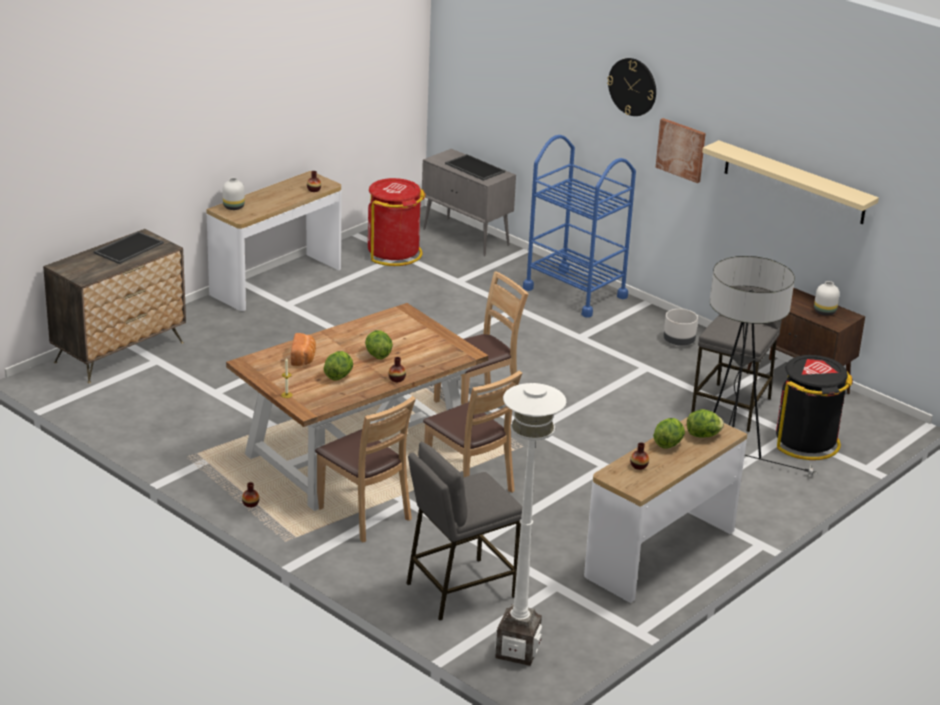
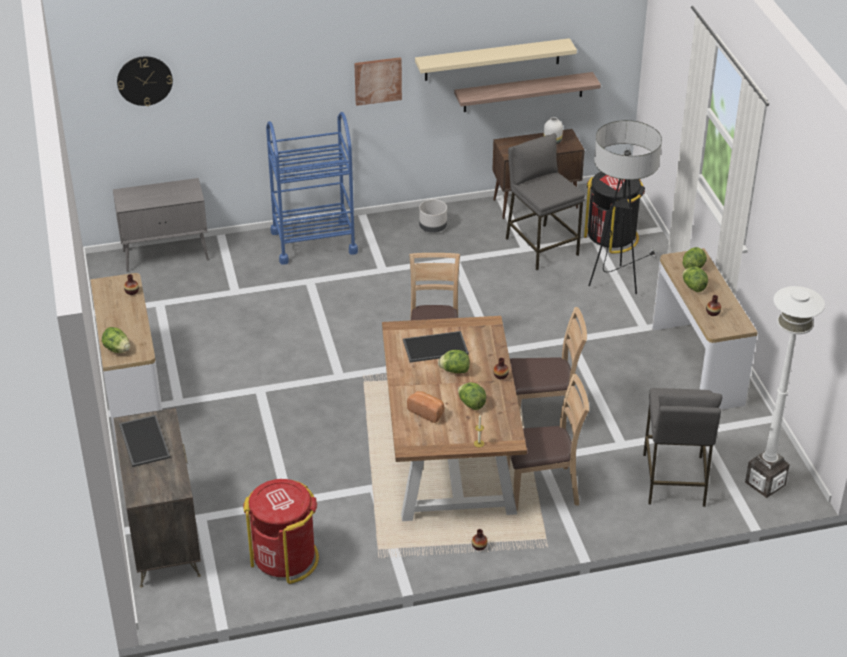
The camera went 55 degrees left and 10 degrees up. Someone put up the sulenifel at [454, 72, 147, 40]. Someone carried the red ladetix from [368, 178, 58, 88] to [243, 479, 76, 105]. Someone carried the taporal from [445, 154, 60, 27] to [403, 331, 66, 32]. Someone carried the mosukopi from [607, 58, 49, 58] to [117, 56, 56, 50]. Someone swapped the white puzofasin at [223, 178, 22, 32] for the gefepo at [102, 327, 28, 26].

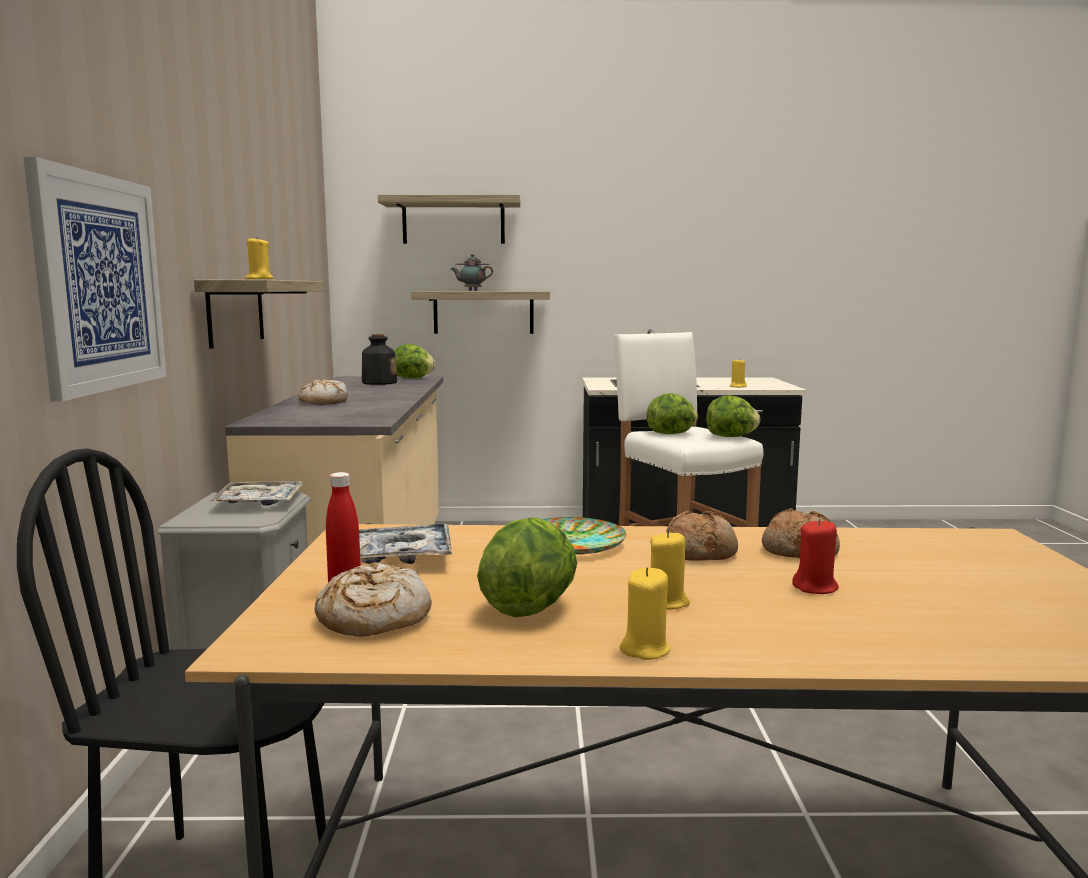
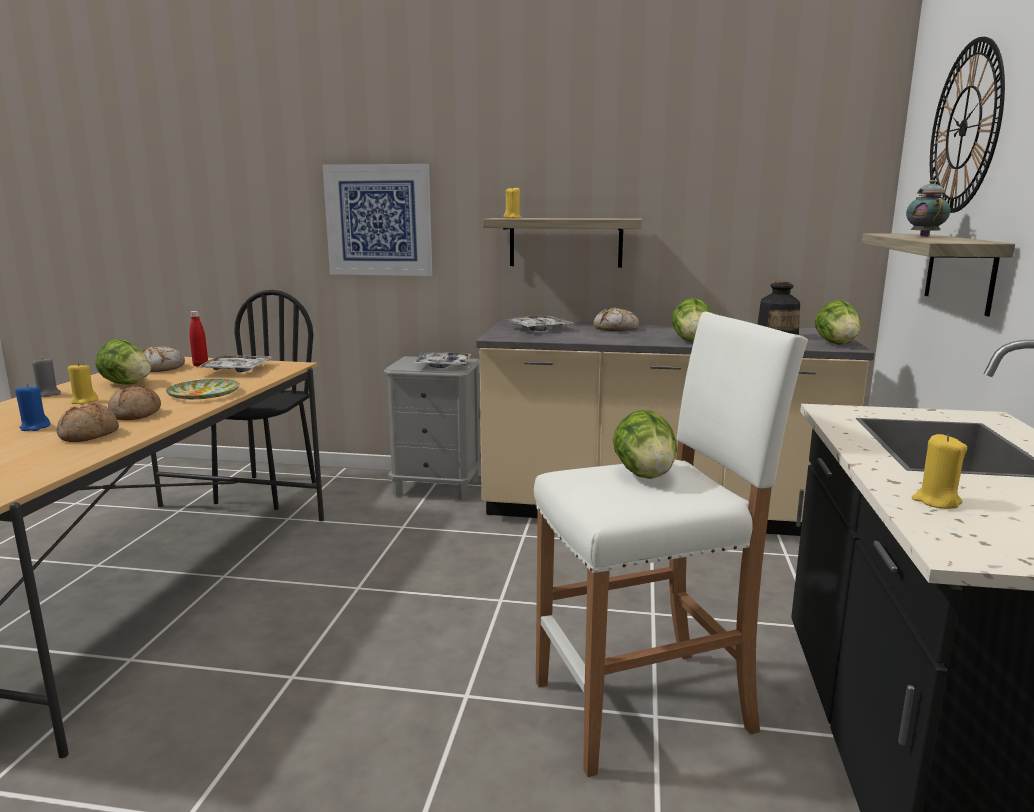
The camera went 100 degrees right and 5 degrees up. Someone put down the taporal at [503, 315, 71, 16]. Someone carried the gefepo from [706, 395, 54, 42] to [672, 298, 40, 44]. Someone swapped the sulenifel at [378, 195, 142, 49] for the mosukopi at [930, 37, 75, 176]. Someone repainted the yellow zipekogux at [620, 567, 51, 93], which became the grey zipekogux at [32, 357, 29, 40]. Someone repainted the red zipekogux at [792, 519, 47, 75], which became the blue zipekogux at [15, 384, 36, 47].

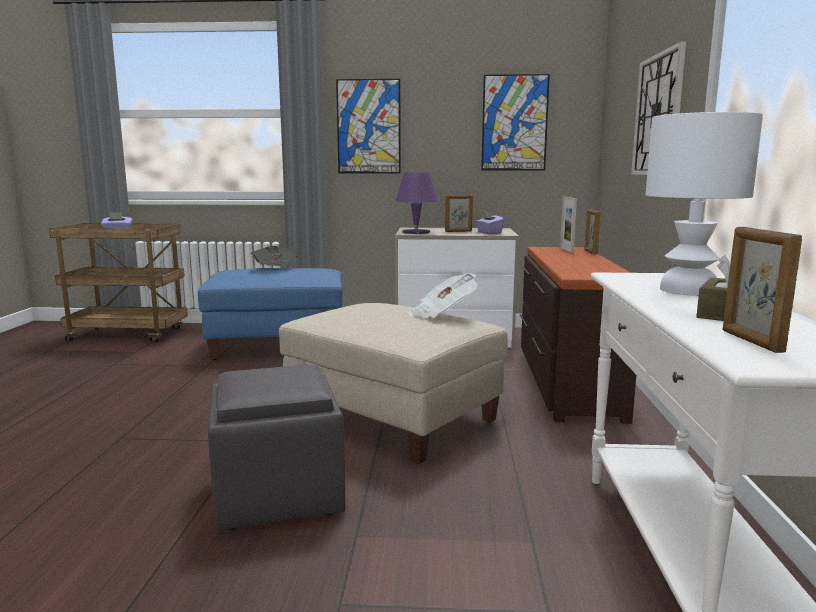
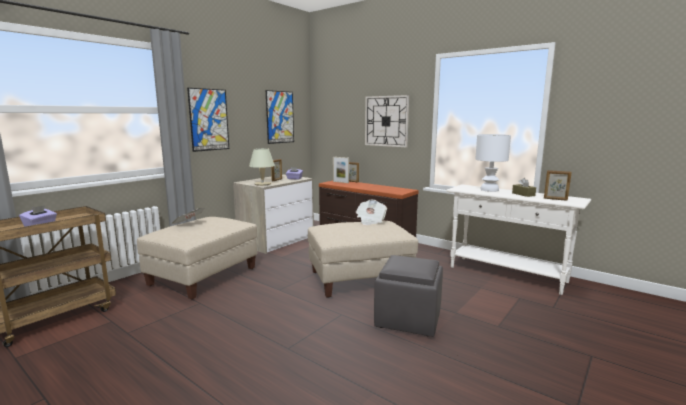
The camera went 55 degrees left and 0 degrees up. Someone repainted the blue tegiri at [198, 268, 145, 92], which became the beige tegiri at [137, 217, 120, 82]. Someone repainted the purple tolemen at [395, 172, 43, 62], which became the beige tolemen at [249, 148, 26, 38].

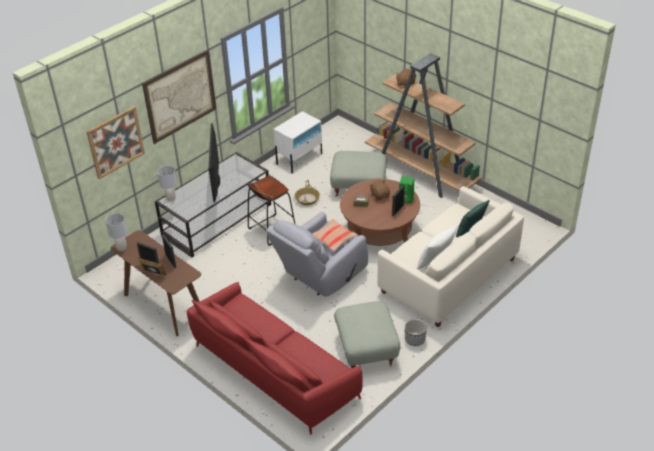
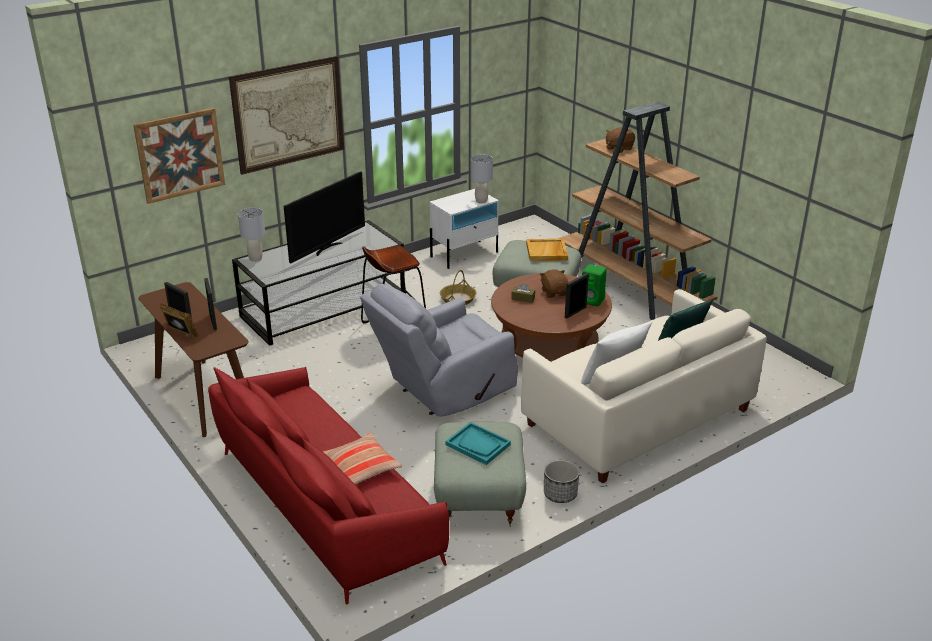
The camera went 10 degrees right and 10 degrees down. Someone put down the turquoise taporal at [445, 422, 66, 43]. Someone put down the beige taporal at [526, 239, 42, 22]. Someone carried the grey tolemen from [105, 213, 22, 38] to [471, 155, 22, 48]. Someone carried the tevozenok from [312, 219, 46, 32] to [323, 433, 79, 52]. Someone rotated the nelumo at [209, 123, 11, 79] by 150 degrees counterclockwise.

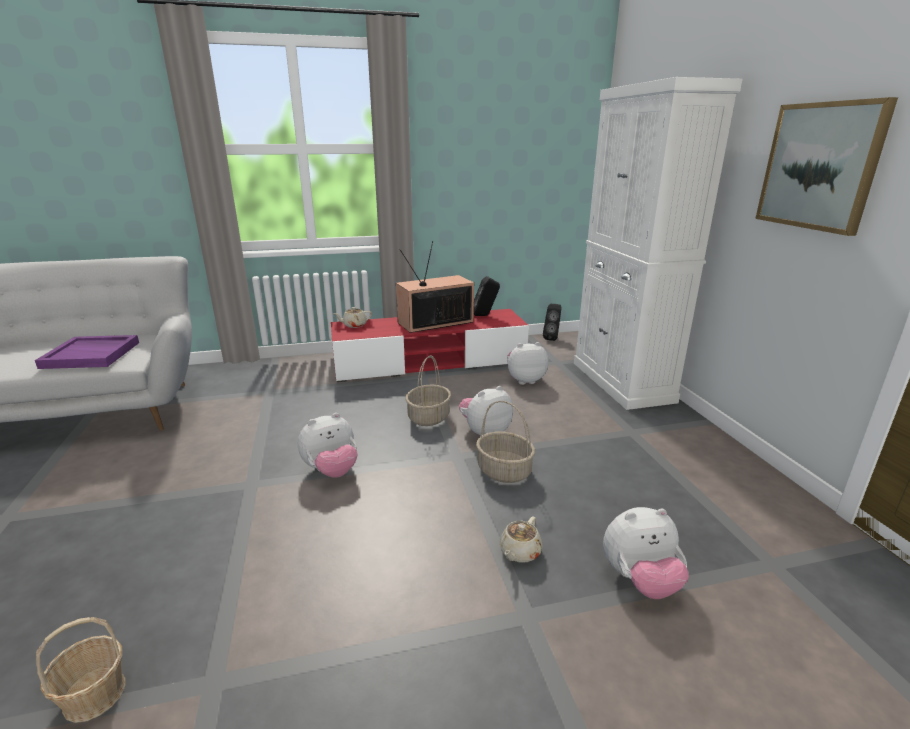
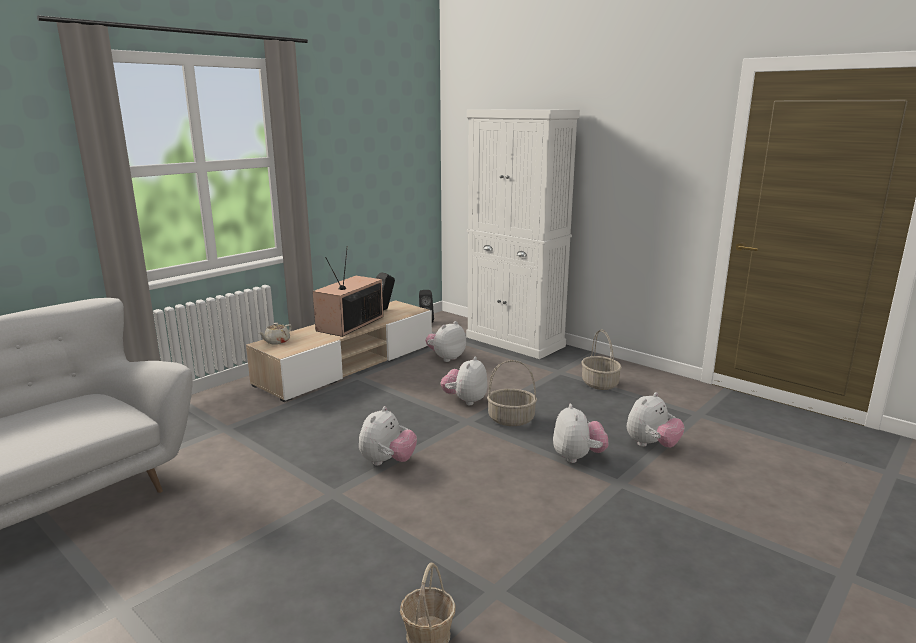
The camera went 35 degrees left and 5 degrees down. Someone took away the purple taporal at [35, 335, 104, 34]. Someone took away the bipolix at [755, 97, 143, 139]. Someone carried the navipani from [406, 356, 45, 70] to [582, 329, 40, 61]. Someone swapped the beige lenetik at [500, 517, 43, 46] for the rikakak at [553, 404, 56, 59]. Someone repainted the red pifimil at [331, 309, 198, 73], which became the beige pifimil at [246, 300, 186, 102].

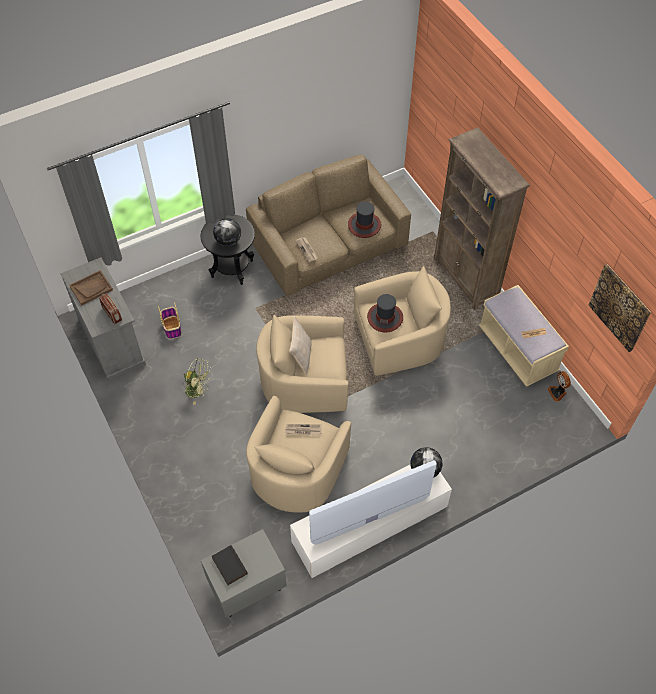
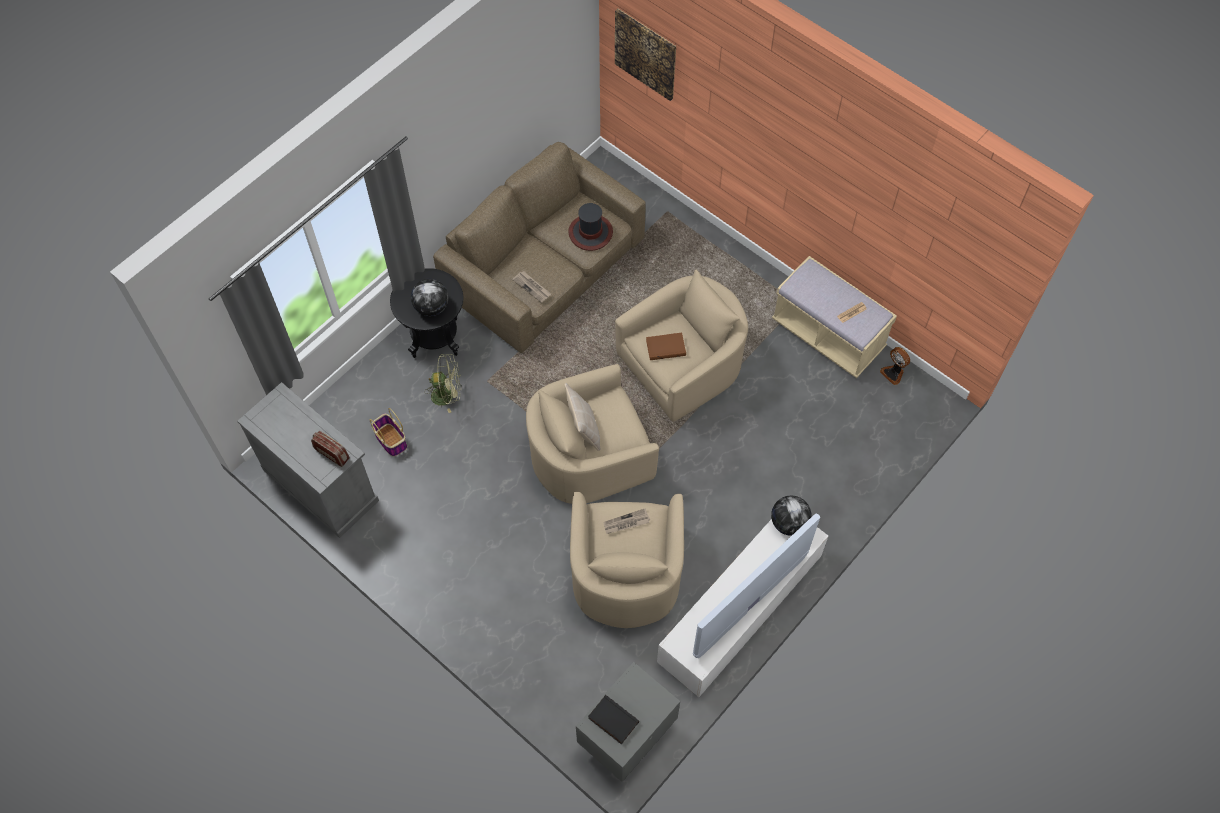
The camera went 20 degrees left and 5 degrees up. Someone took away the brown taporal at [69, 270, 44, 36]. Someone took away the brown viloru at [434, 128, 96, 182]. Someone carried the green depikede from [183, 358, 28, 47] to [424, 354, 37, 59]. Someone carried the bipolix from [589, 264, 62, 88] to [615, 9, 61, 92]. Someone swapped the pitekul at [367, 294, 36, 39] for the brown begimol at [646, 333, 40, 27].

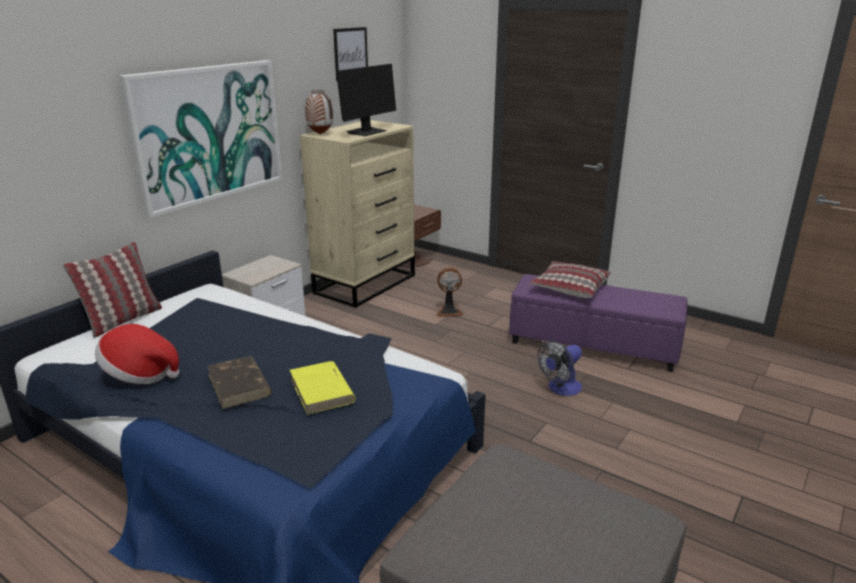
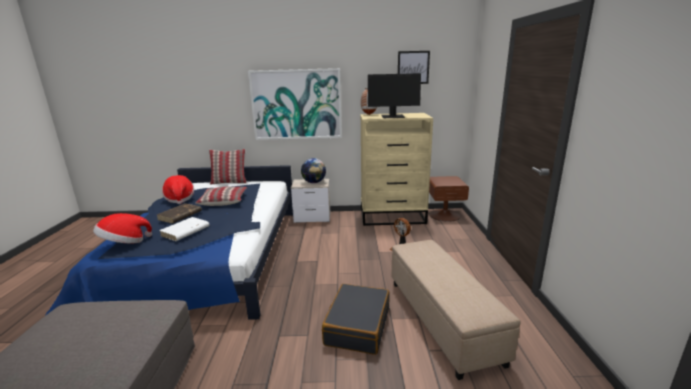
The camera went 55 degrees right and 5 degrees down. Someone put down the pitekul at [93, 213, 59, 30]. Someone put down the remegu at [301, 158, 25, 25]. Someone carried the tevozenok from [530, 261, 81, 37] to [195, 187, 52, 19]. Someone swapped the depikede at [538, 340, 44, 56] for the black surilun at [322, 284, 68, 71]. Someone repainted the yellow begimol at [290, 361, 66, 54], which became the white begimol at [159, 217, 50, 24]. Someone repainted the purple tegiri at [509, 274, 179, 98], which became the beige tegiri at [392, 240, 129, 140].

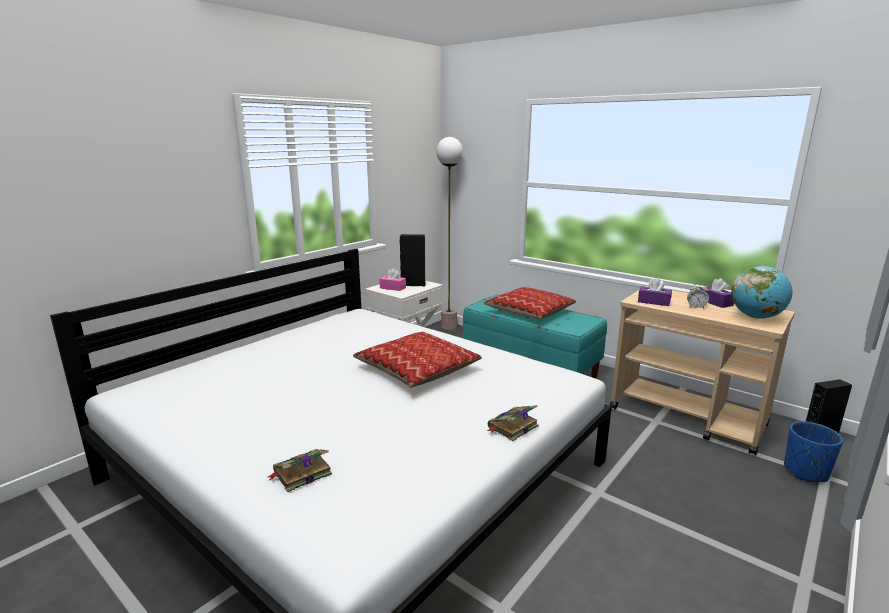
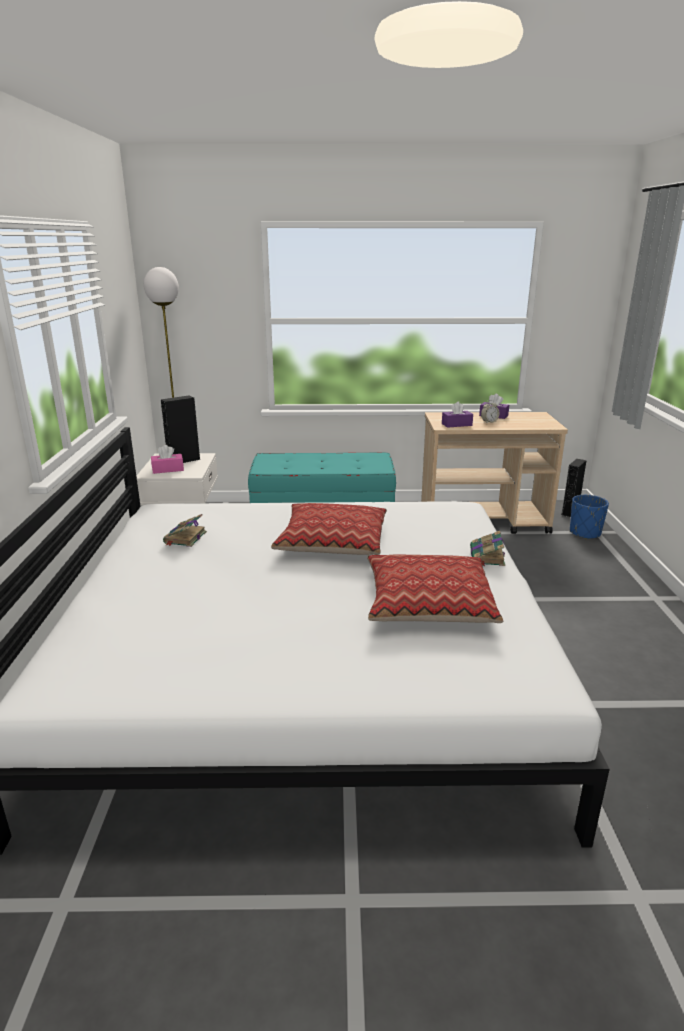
The camera went 40 degrees left and 5 degrees up. Someone took away the remegu at [731, 266, 62, 53]. Someone carried the begimol from [268, 449, 64, 43] to [163, 514, 44, 33]. Someone carried the tevozenok from [484, 287, 92, 32] to [367, 555, 136, 68].

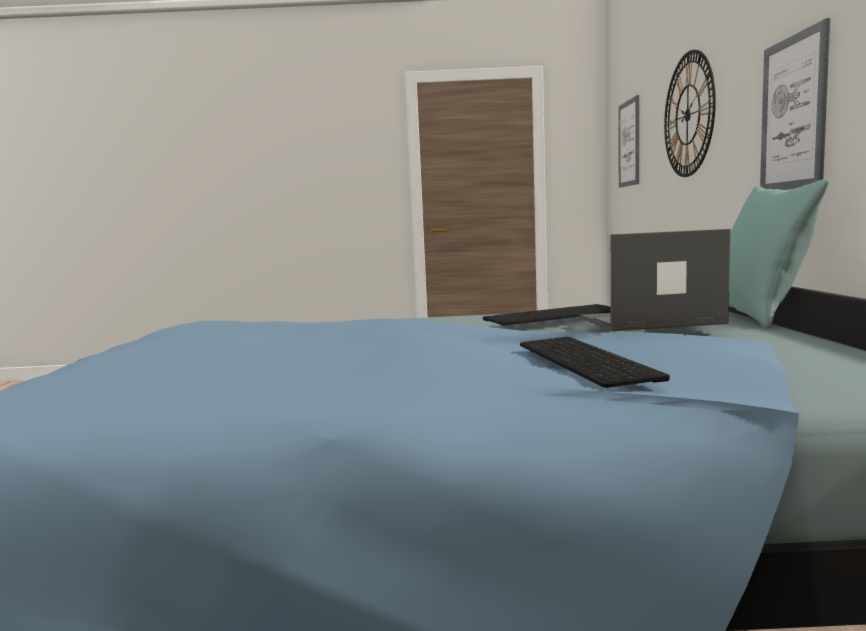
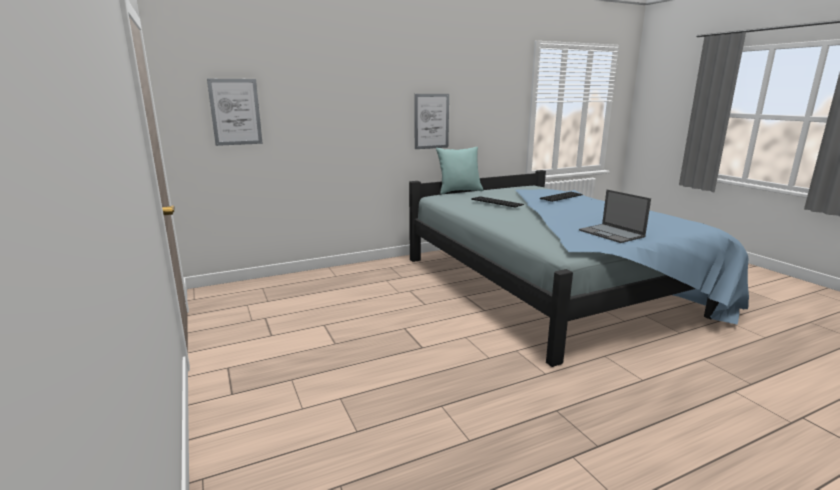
The camera went 115 degrees left and 10 degrees up. Someone took away the mosukopi at [664, 50, 52, 127]. Someone carried the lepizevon from [580, 229, 150, 102] to [579, 189, 72, 54].

